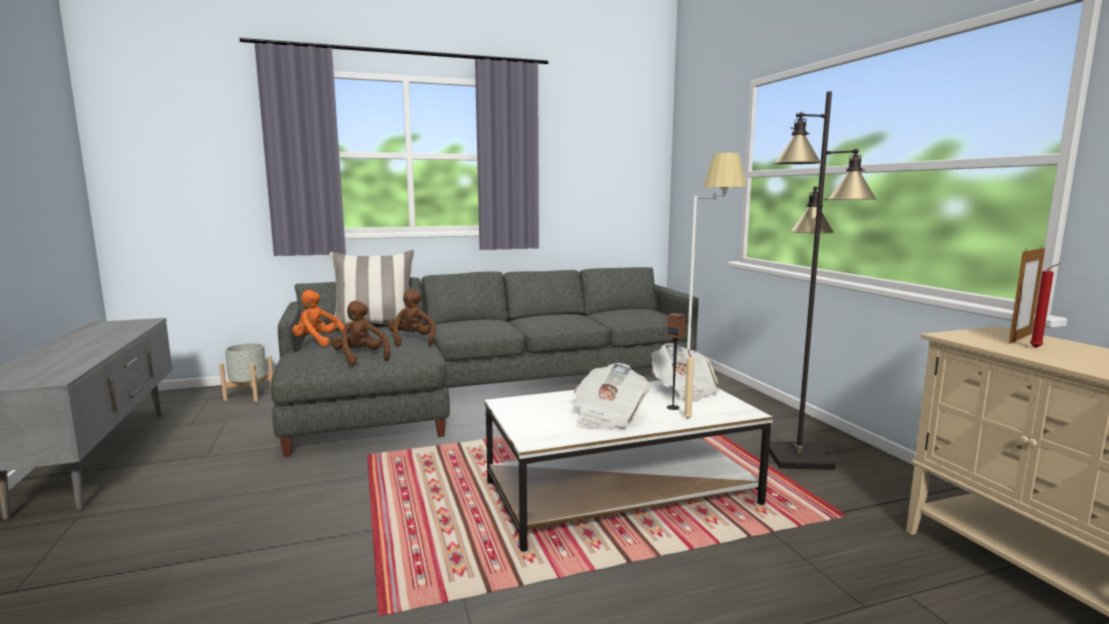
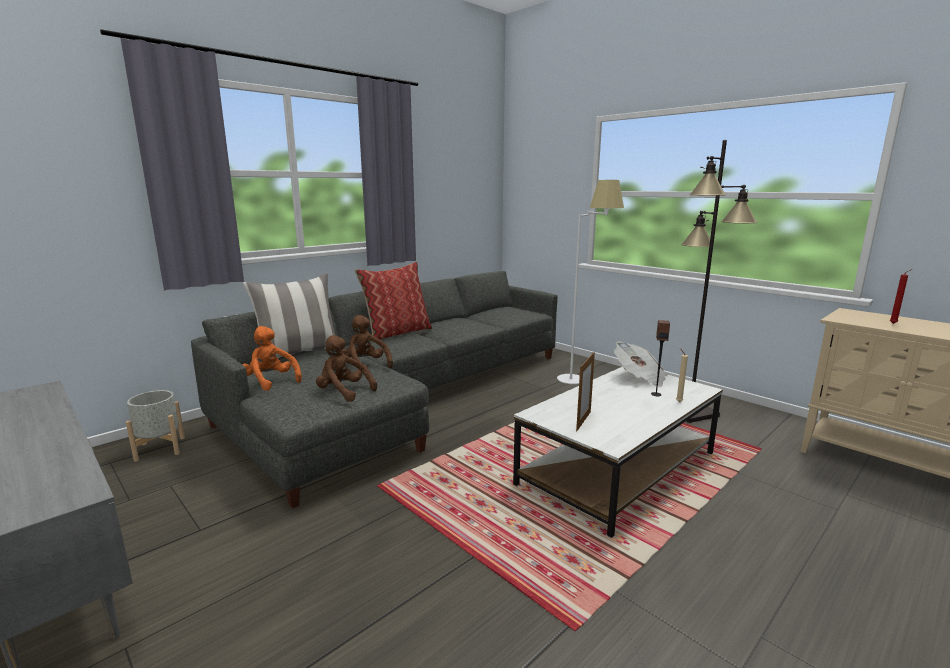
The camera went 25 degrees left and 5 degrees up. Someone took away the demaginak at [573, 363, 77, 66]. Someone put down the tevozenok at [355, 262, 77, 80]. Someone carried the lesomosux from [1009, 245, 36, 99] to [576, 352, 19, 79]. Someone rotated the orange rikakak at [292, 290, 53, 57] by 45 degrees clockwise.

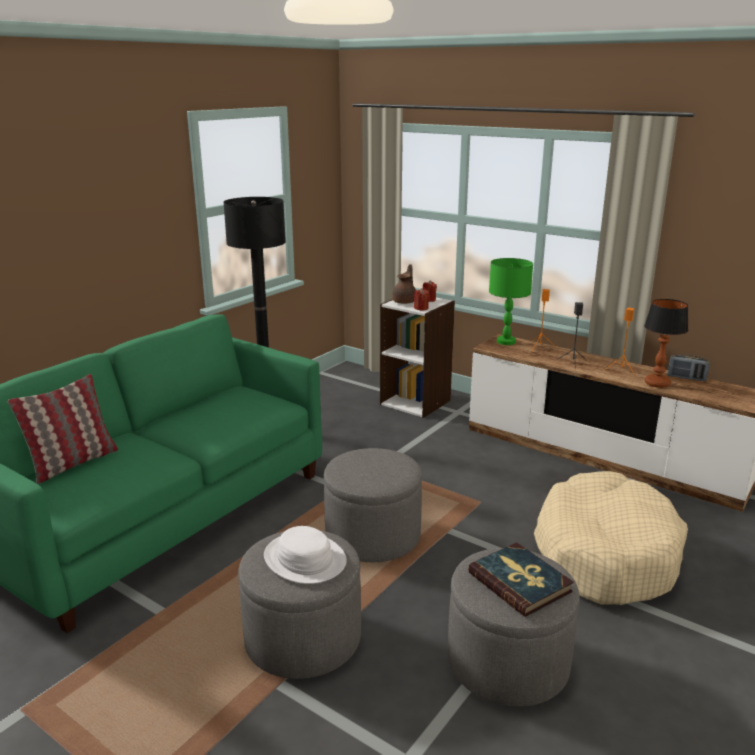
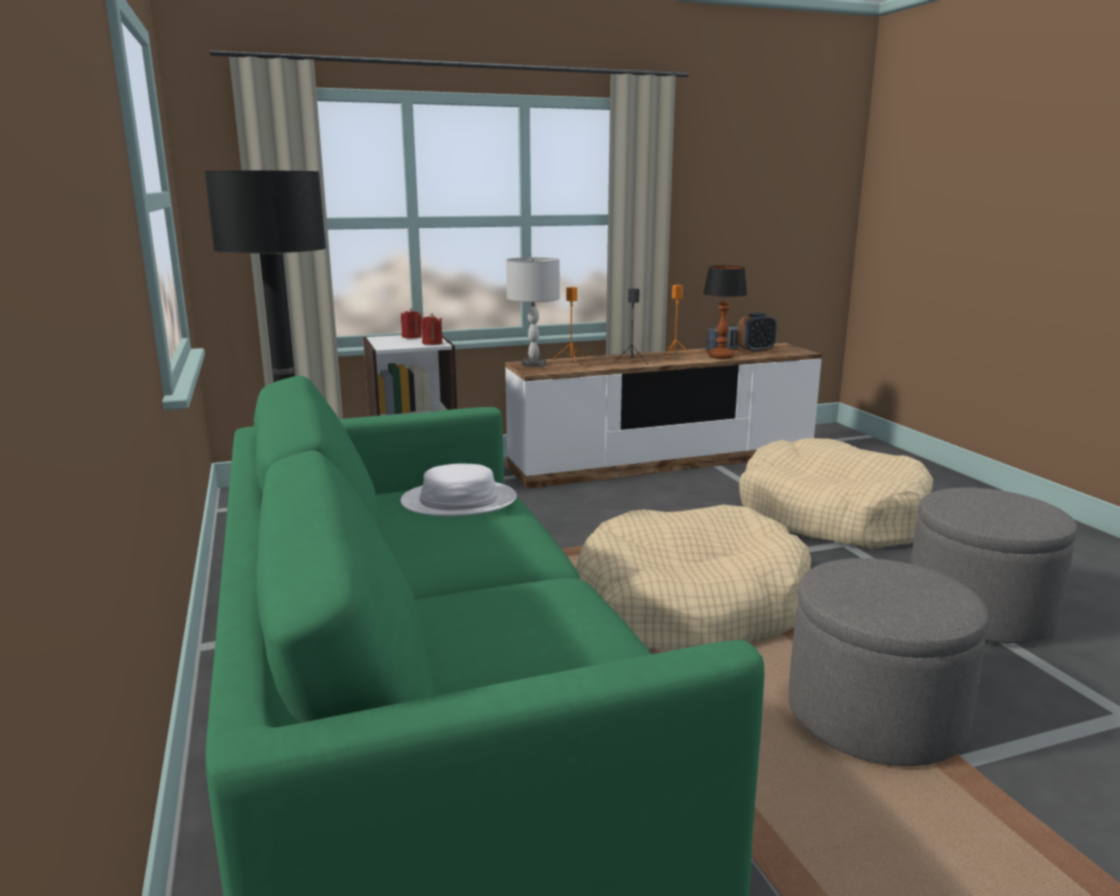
The camera went 55 degrees left and 5 degrees down. Someone took away the tevozenok at [8, 374, 110, 110]. Someone took away the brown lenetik at [392, 264, 24, 40]. Someone took away the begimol at [468, 542, 106, 75]. Someone put down the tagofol at [737, 313, 40, 40]. Someone carried the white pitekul from [264, 526, 83, 58] to [401, 464, 116, 53]. Someone swapped the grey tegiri at [324, 448, 98, 114] for the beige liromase at [576, 505, 235, 145]. Someone repainted the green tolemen at [489, 258, 44, 87], which became the grey tolemen at [506, 257, 54, 110].

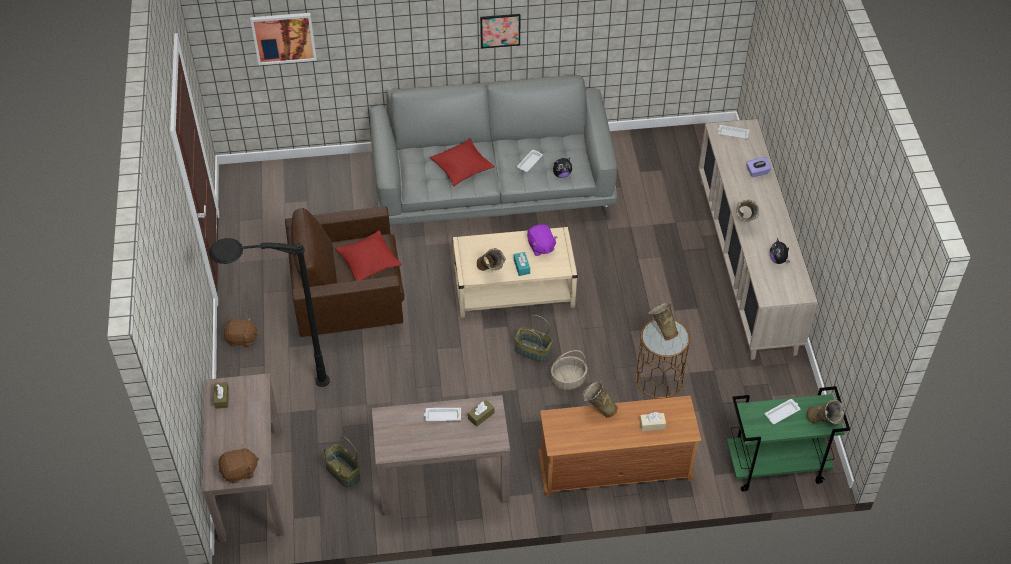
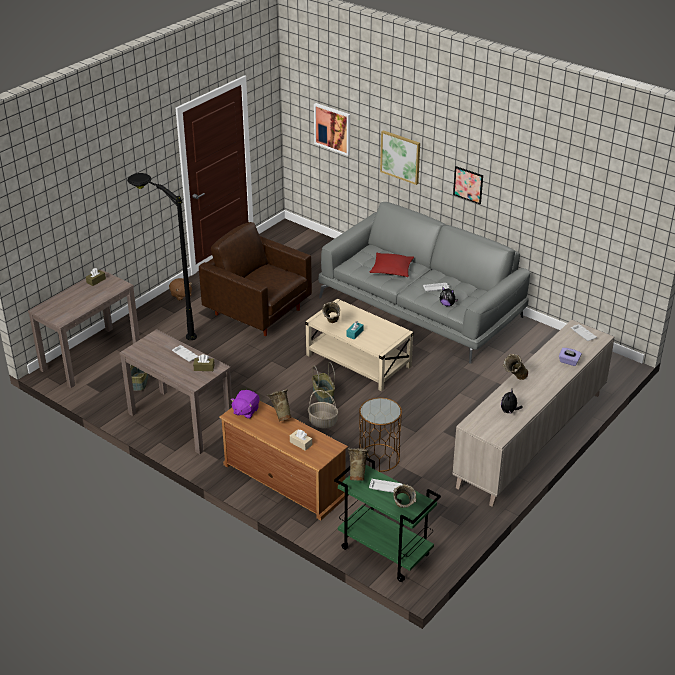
The camera went 45 degrees right and 15 degrees down. Someone took away the brown rikakak at [219, 445, 40, 39]. Someone took away the red tevozenok at [335, 231, 67, 50]. Someone put up the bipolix at [380, 130, 40, 55]. Someone carried the purple rikakak from [527, 224, 31, 32] to [230, 390, 29, 29]. Someone carried the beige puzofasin from [648, 303, 30, 37] to [348, 448, 21, 33].

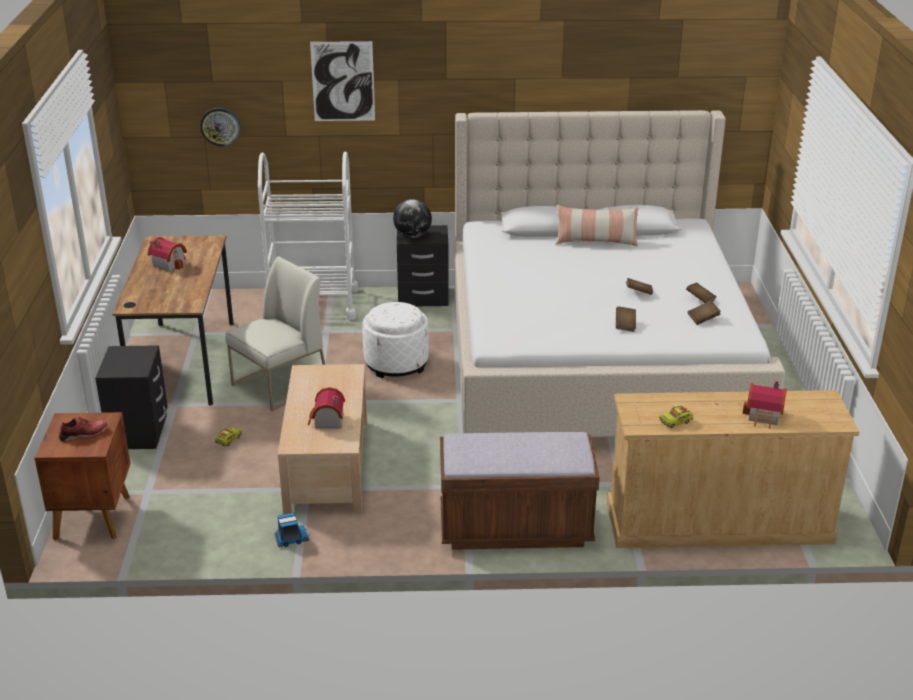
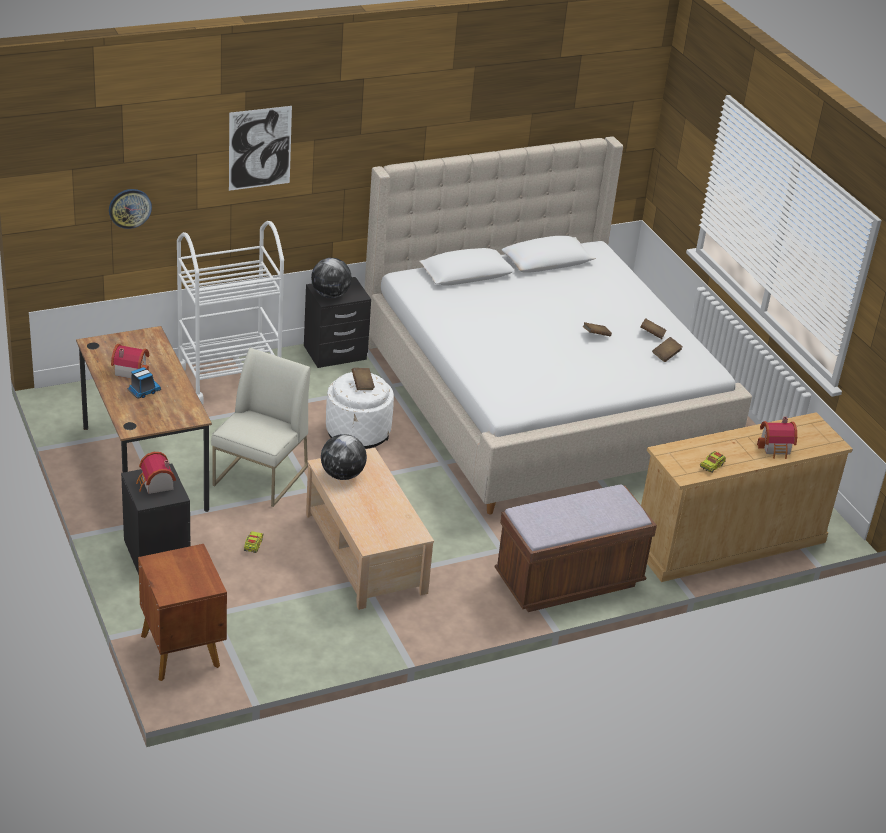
The camera went 25 degrees left and 5 degrees up. Someone took away the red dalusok at [59, 417, 48, 25]. Someone took away the tevozenok at [556, 205, 82, 41]. Someone put down the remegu at [321, 434, 46, 46]. Someone carried the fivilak from [275, 513, 34, 34] to [128, 367, 33, 31]. Someone carried the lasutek from [308, 387, 37, 42] to [136, 452, 40, 42]. Someone carried the brown begimol from [616, 306, 20, 26] to [352, 368, 23, 22].

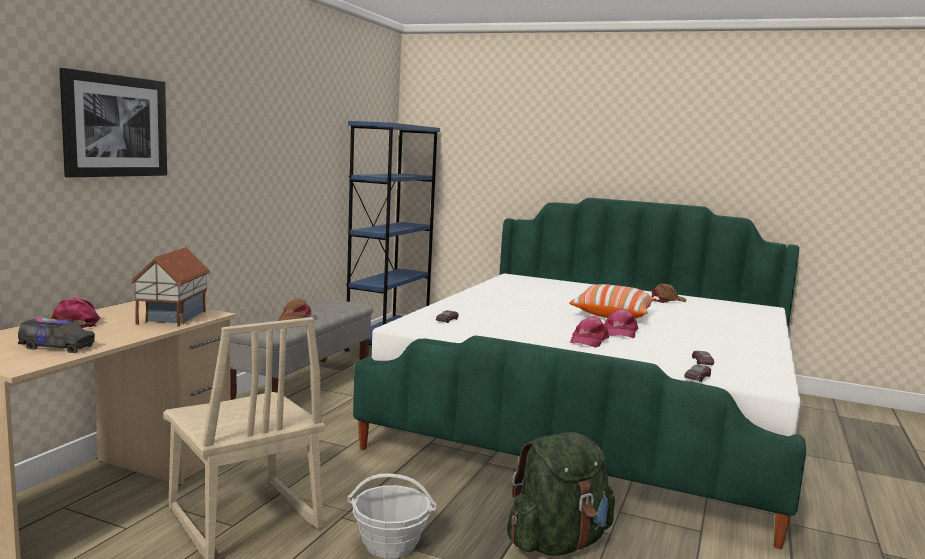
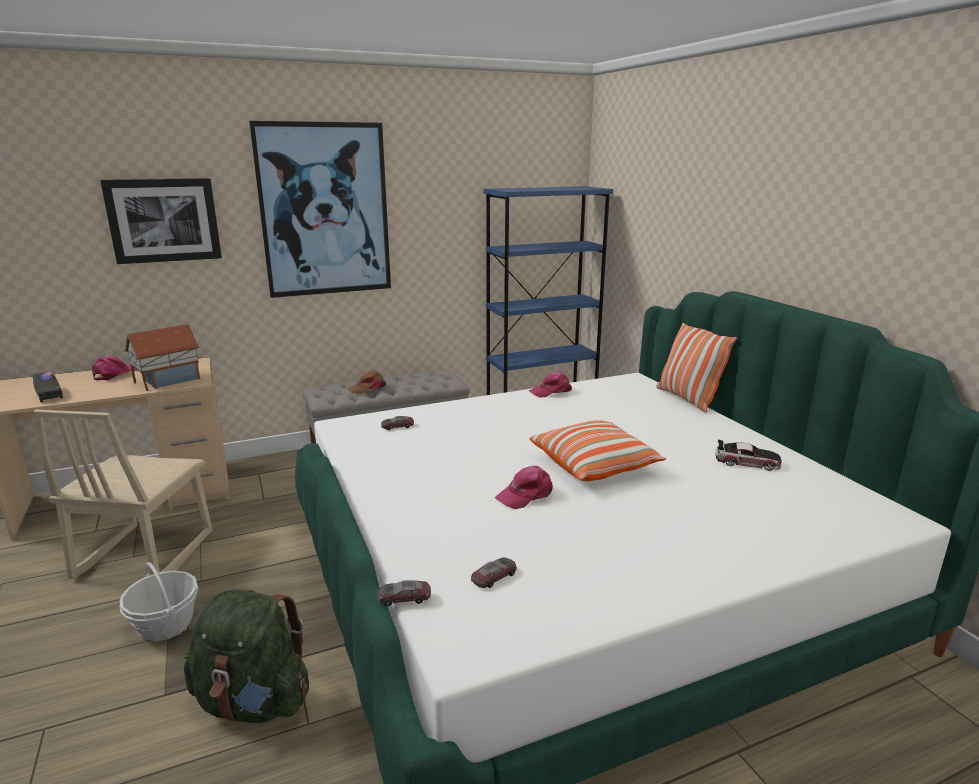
The camera went 45 degrees right and 10 degrees up. Someone put up the bipolix at [249, 121, 142, 177]. Someone put down the tevozenok at [656, 323, 81, 89]. Someone carried the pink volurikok from [570, 316, 39, 32] to [528, 371, 44, 27]. Someone swapped the brown volurikok at [652, 284, 34, 19] for the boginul at [716, 440, 66, 31].

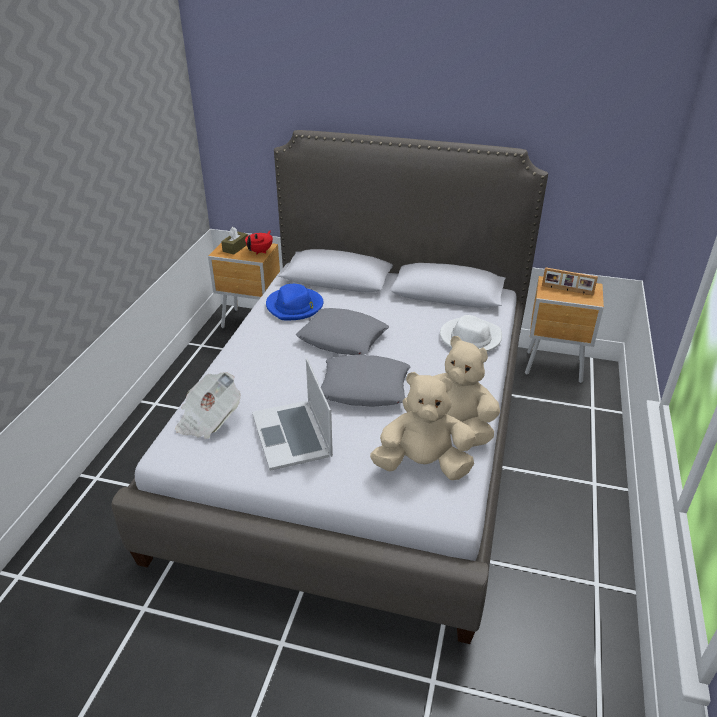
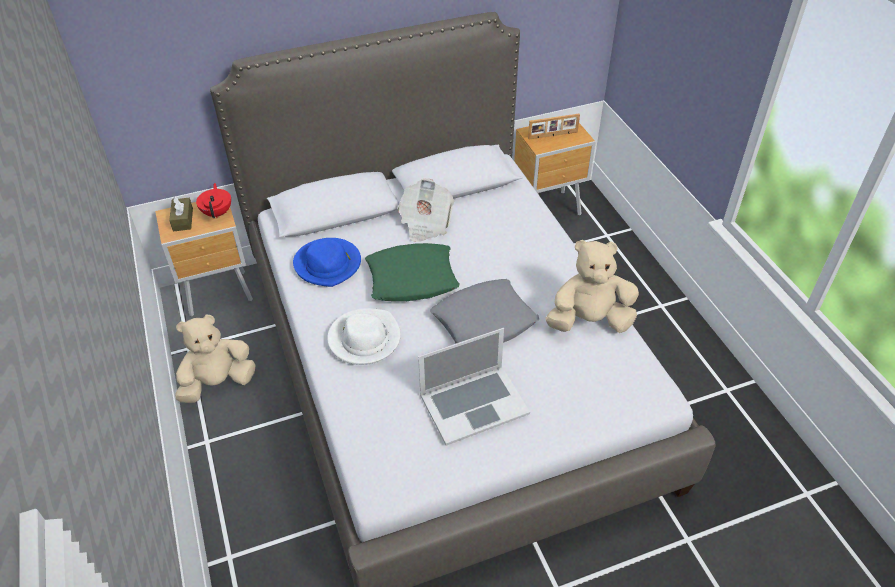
The camera went 35 degrees left and 10 degrees up. Someone carried the demaginak from [175, 372, 66, 67] to [398, 179, 56, 63]. Someone carried the beige rikakak from [370, 372, 106, 108] to [175, 315, 81, 88]. Someone carried the white pitekul from [440, 315, 62, 37] to [327, 308, 74, 57]. Someone repainted the grey tevozenok at [296, 308, 93, 47], which became the green tevozenok at [365, 243, 95, 58]. Someone rotated the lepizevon at [252, 358, 81, 113] by 60 degrees counterclockwise.

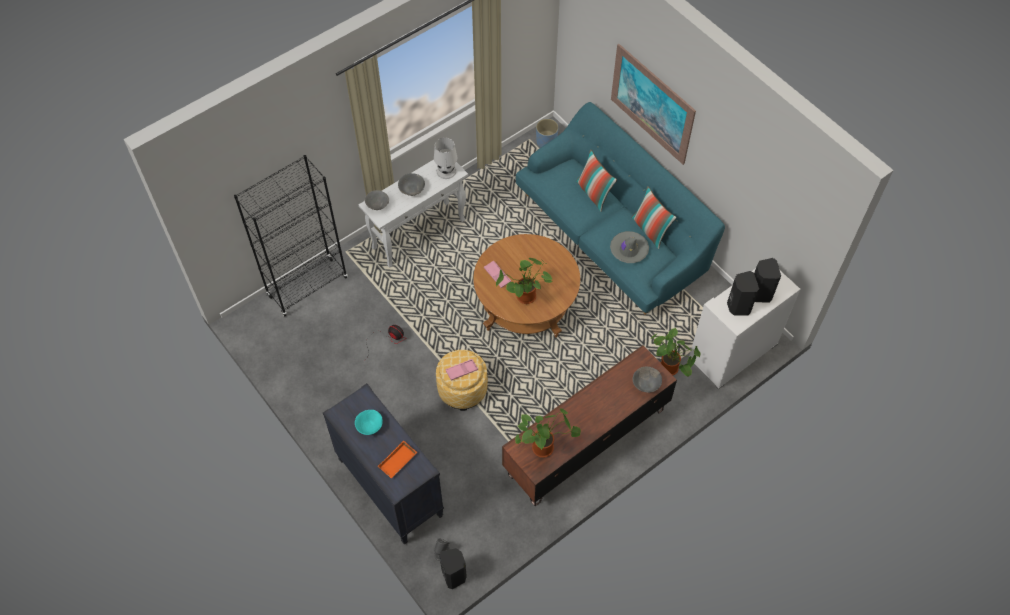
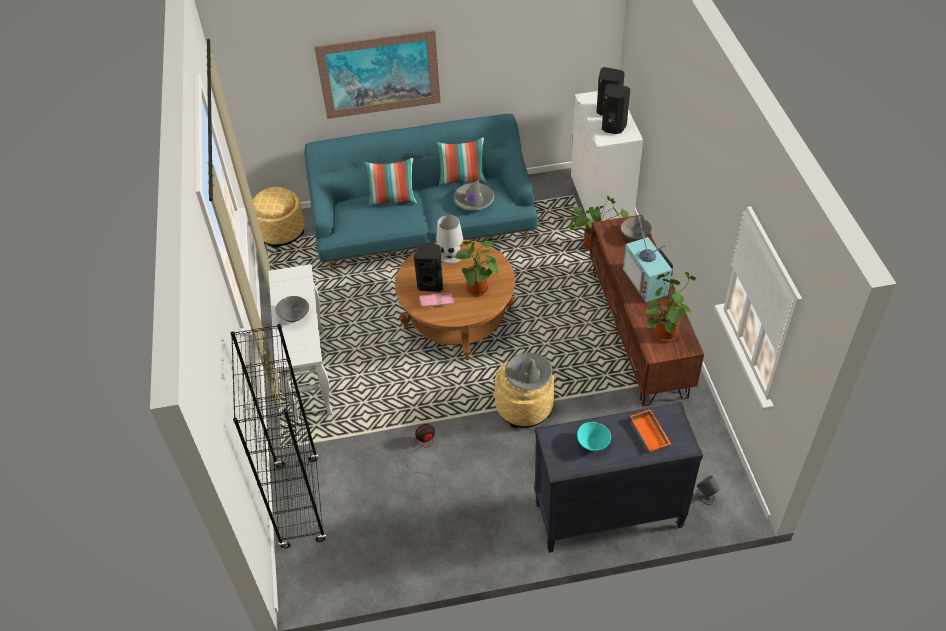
The camera went 60 degrees left and 10 degrees down. Someone took away the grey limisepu at [365, 190, 24, 20]. Someone put down the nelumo at [623, 216, 50, 86]. Someone carried the white tolemen from [434, 138, 23, 41] to [436, 215, 27, 49]. Someone carried the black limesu from [439, 548, 28, 41] to [414, 243, 29, 49]. Someone swapped the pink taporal at [445, 359, 33, 22] for the grey pitekul at [505, 353, 48, 38]. Someone swapped the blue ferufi at [536, 119, 23, 28] for the tegiri at [252, 187, 52, 61].

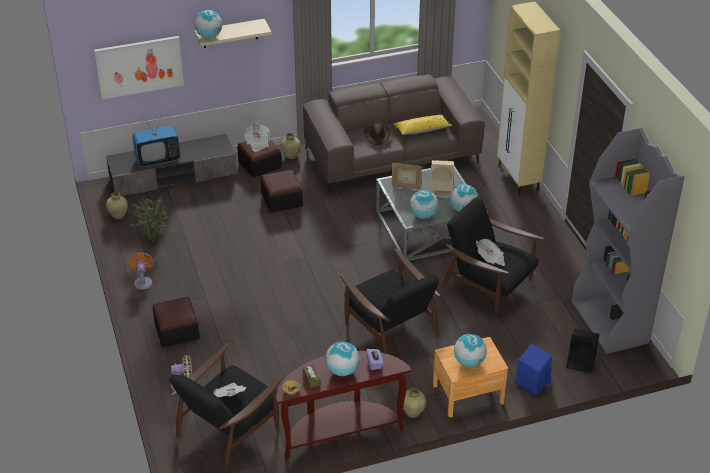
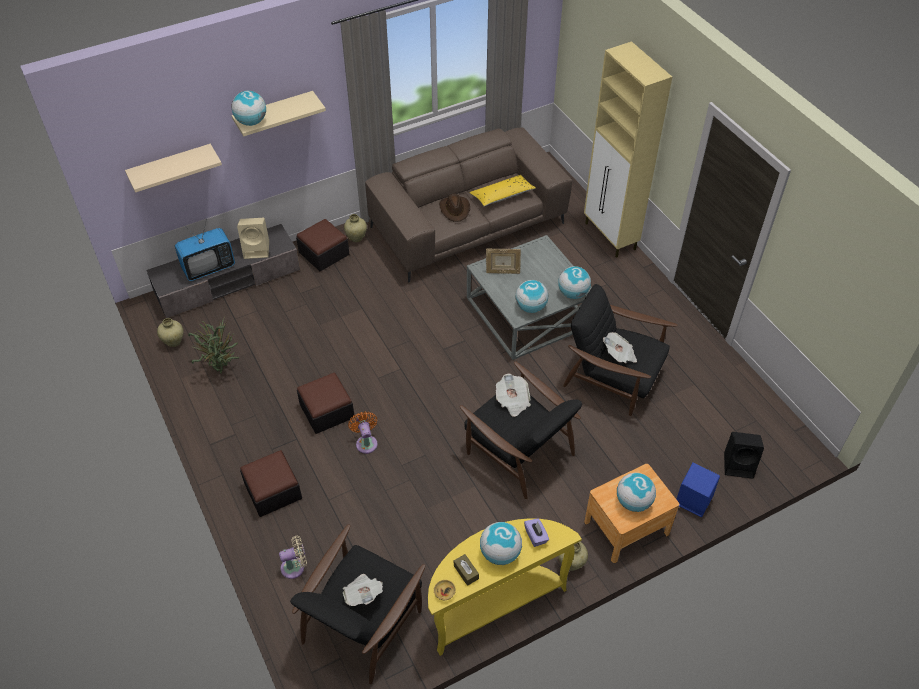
The camera went 10 degrees left and 10 degrees up. Someone took away the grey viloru at [572, 128, 113, 226]. Someone carried the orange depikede from [129, 252, 24, 38] to [348, 411, 30, 43]. Someone carried the demaginak from [244, 123, 26, 29] to [496, 373, 35, 44]. Someone carried the tegiri from [261, 170, 42, 43] to [297, 373, 57, 61]. Someone carried the beige limesu from [430, 160, 24, 38] to [237, 218, 32, 41]. Someone swapped the bipolix at [94, 36, 90, 63] for the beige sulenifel at [125, 144, 97, 49]. Someone repainted the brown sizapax at [276, 351, 136, 109], which became the yellow sizapax at [428, 518, 154, 138].

